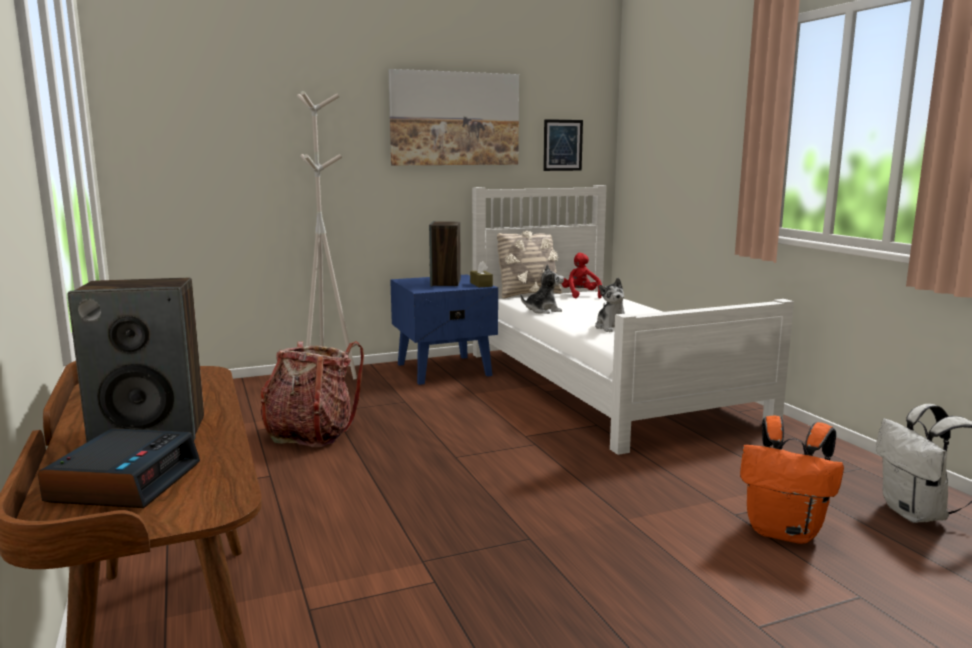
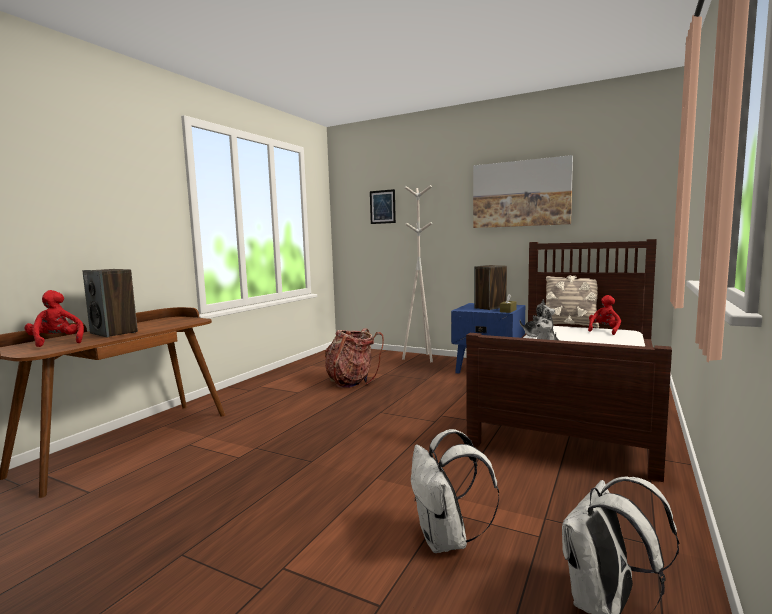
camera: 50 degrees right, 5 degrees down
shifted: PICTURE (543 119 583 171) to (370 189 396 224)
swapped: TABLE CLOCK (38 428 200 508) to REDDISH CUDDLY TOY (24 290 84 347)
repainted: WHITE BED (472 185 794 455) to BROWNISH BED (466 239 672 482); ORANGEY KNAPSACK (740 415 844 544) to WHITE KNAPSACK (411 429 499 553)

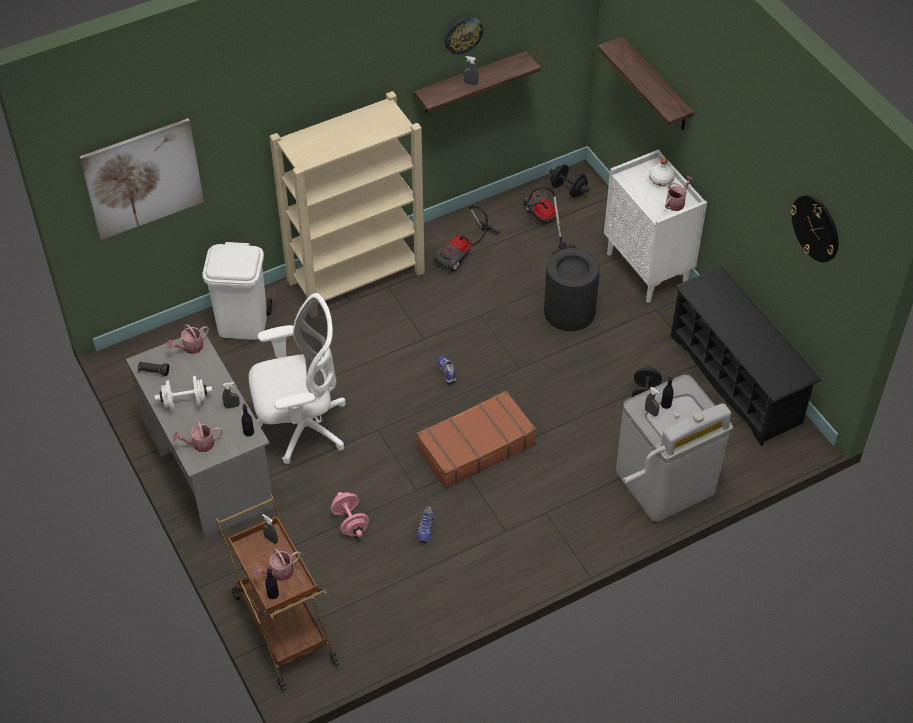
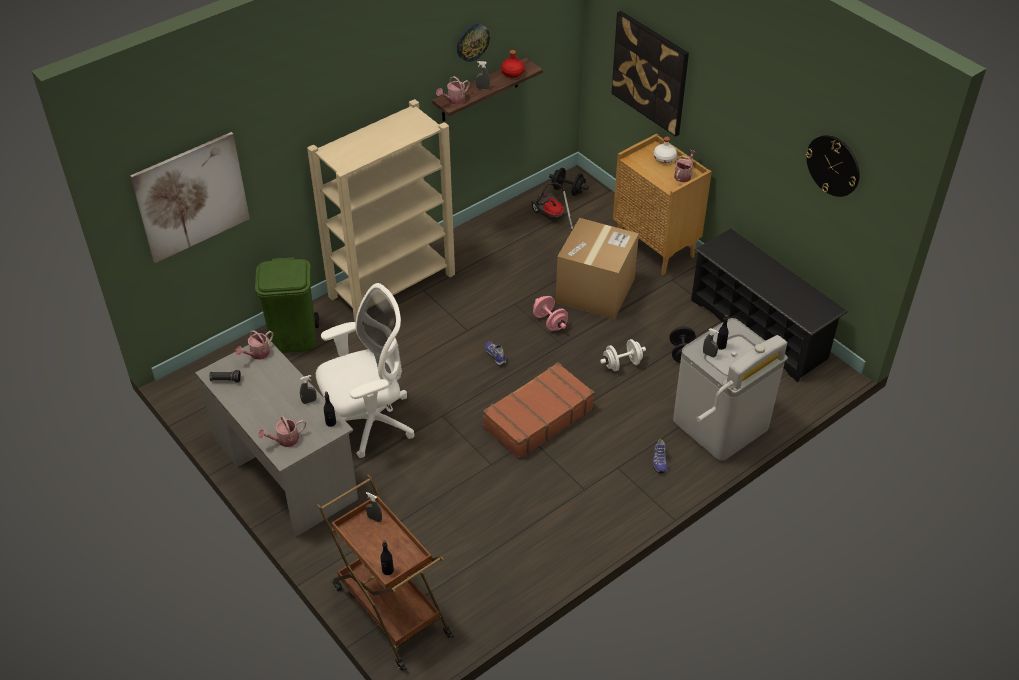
camera: 10 degrees left, 5 degrees down
gone: HOOVER (433 205 500 272)
new: REDDISH BEVERAGE BOTTLE (501 50 525 78)
shifted: WHITE FREE WEIGHT (155 376 212 411) to (600 339 646 371); WATERING CAN (252 549 301 581) to (436 76 470 105); PINK FREE WEIGHT (330 492 369 537) to (533 296 568 331); SHOE (417 506 435 543) to (653 439 667 474)
swapped: BLACK-COLOURED TRASH CAN (544 248 600 331) to CARDBOARD BOX (556 218 639 319); WALL SHELF (597 36 695 130) to PICTURE (611 11 689 137)
repainted: WHITE TRASH CAN (203 242 272 340) to GREENISH TRASH CAN (255 257 319 353); WHITE CUPBOARD (604 149 707 303) to BROWNISH CUPBOARD (613 133 712 275)

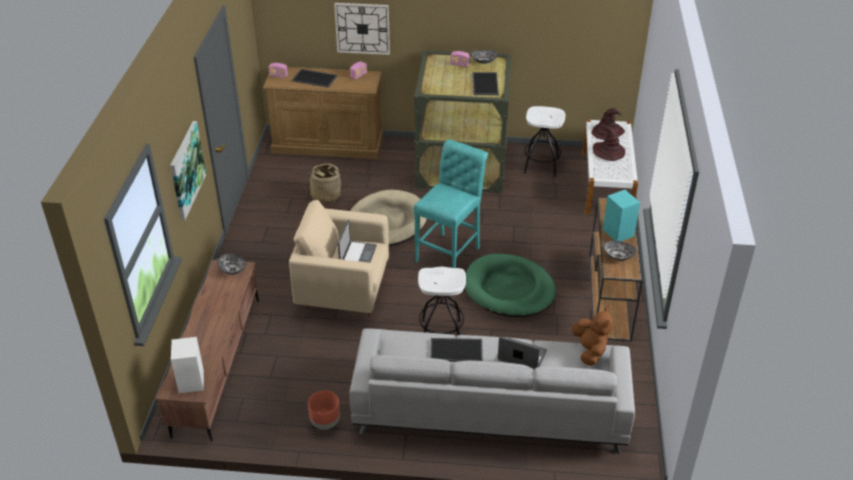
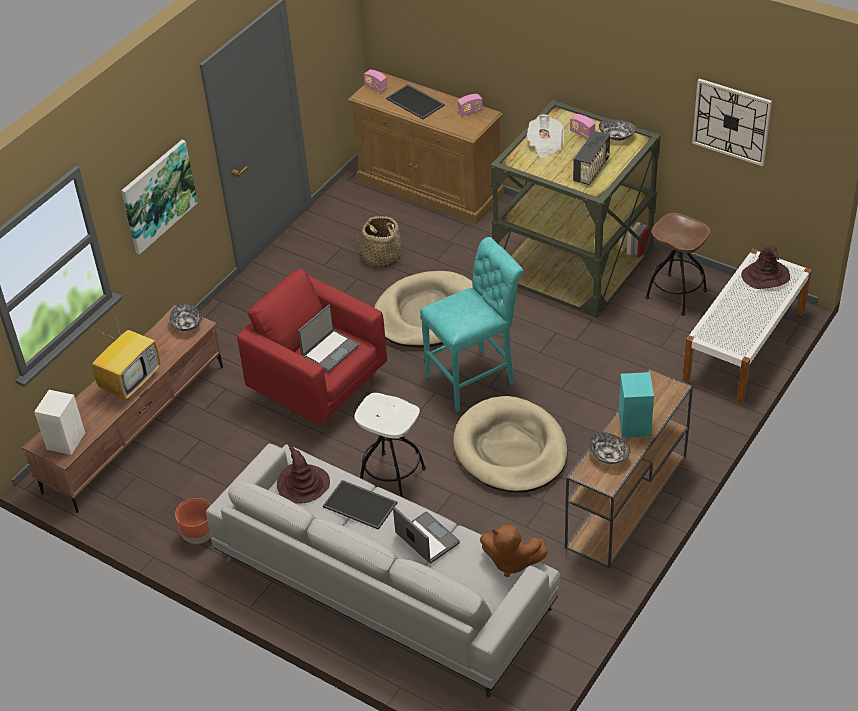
camera: 30 degrees right, 5 degrees up
new: TV (92 312 161 400); NEWSPAPER (526 114 564 158)
shifted: WALL CLOCK (334 3 390 55) to (692 79 772 166); BROWNISH HAT (593 126 625 161) to (277 444 330 503)
swapped: TRAY (472 72 499 95) to RADIO (573 131 610 185)
repainted: SAND-COLOURED LOUNGE CHAIR (289 200 389 316) to REDDISH LOUNGE CHAIR (237 269 387 427); GREENISH DOG CUSHION (465 254 556 317) to SAND-COLOURED DOG CUSHION (453 396 568 493); WHITE STOOL (524 106 565 177) to BROWNISH STOOL (645 213 711 316)
rotated: BROWNISH CUDDLY TOY (572 308 613 366) = (480 525 548 577) 90 degrees clockwise

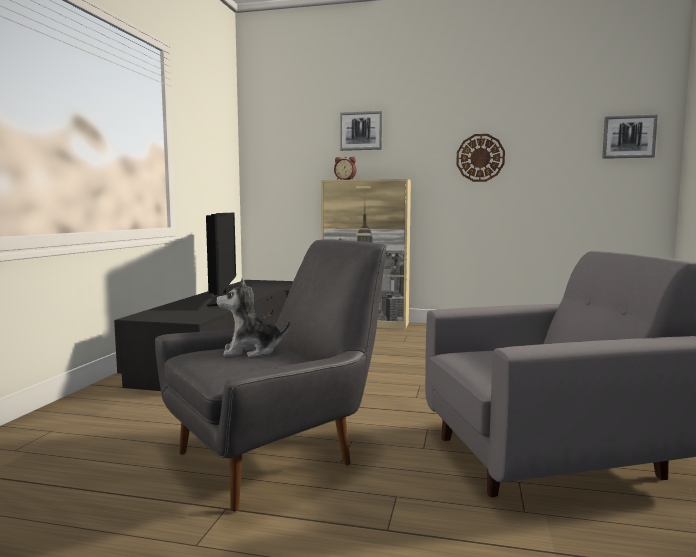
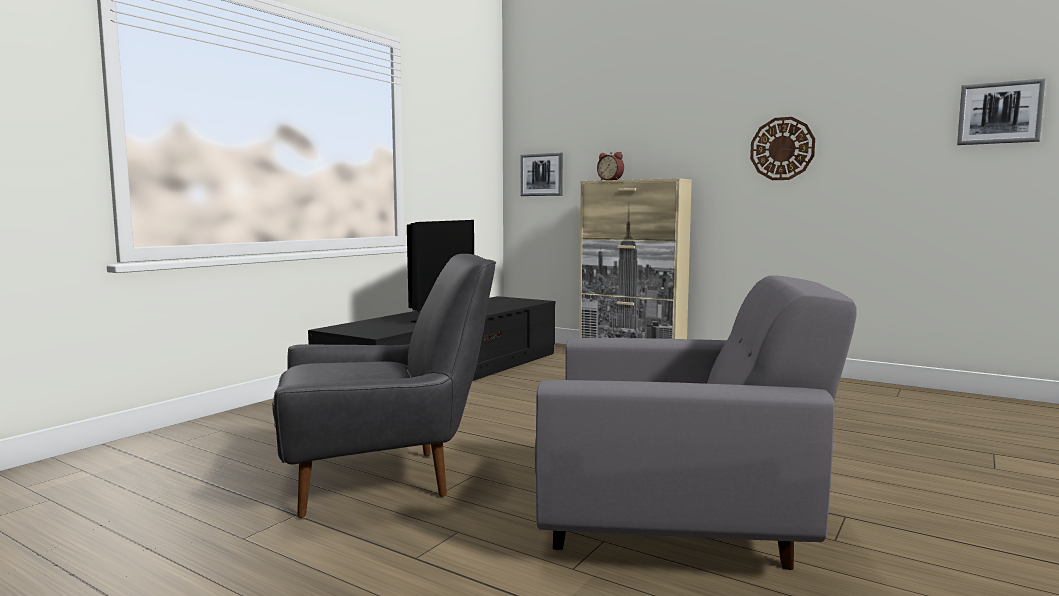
camera: 20 degrees right, 0 degrees up
gone: CUDDLY TOY (216 278 290 357)
shifted: PICTURE (340 111 382 151) to (520 153 563 196)

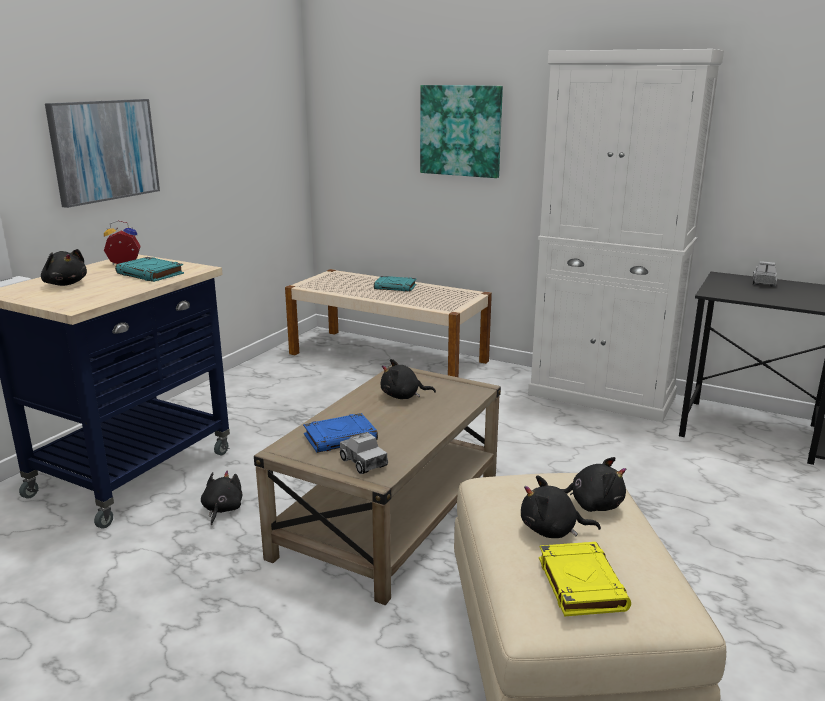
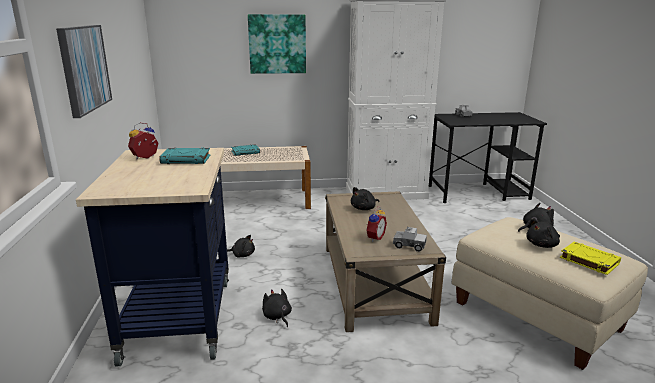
camera: 35 degrees left, 0 degrees up
shifted: BLACK-COLOURED CUDDLY TOY (41 249 87 286) to (227 235 255 258)
swapped: BLUE BOOK (303 413 378 453) to TABLE CLOCK (366 207 387 242)

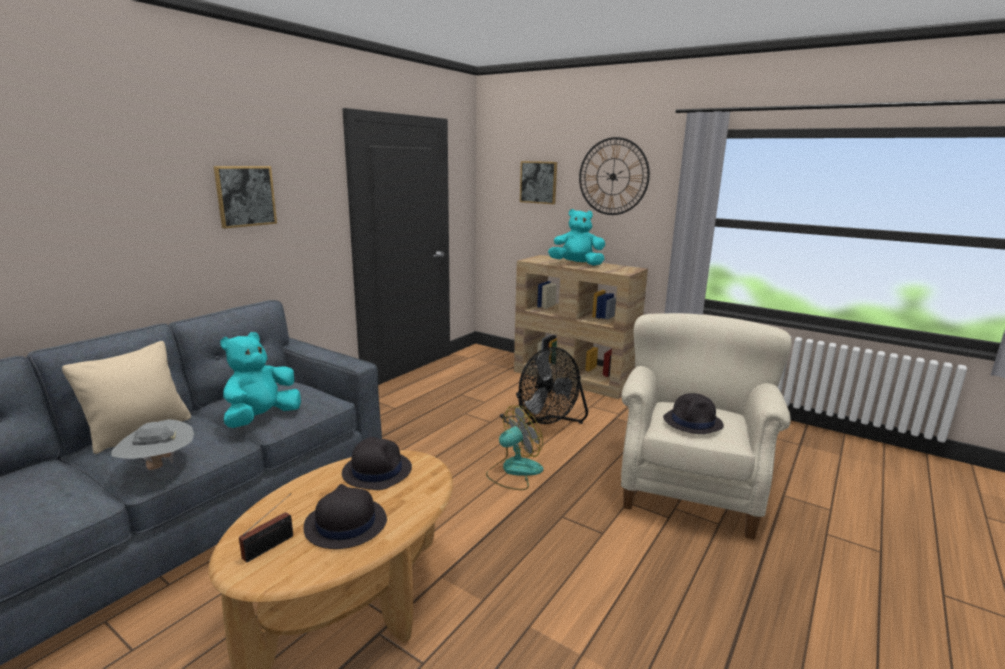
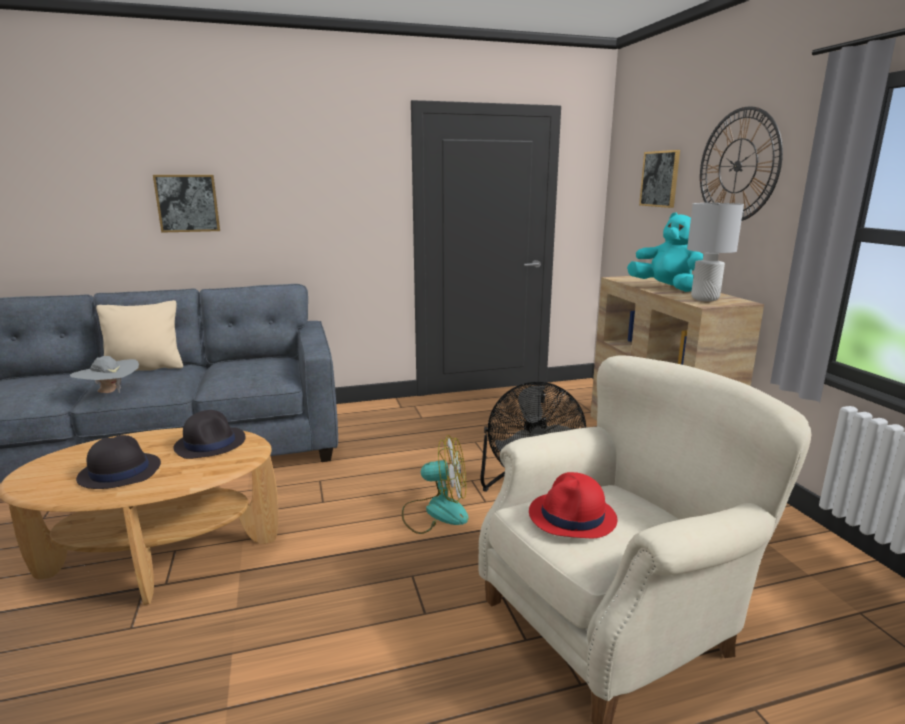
camera: 40 degrees right, 0 degrees up
gone: TURQUOISE-COLOURED CUDDLY TOY (220 332 301 428); RADIO (239 493 293 563)
new: GRAY LAMP FOR A TABLE (687 202 744 302)
shifted: PICTURE (214 166 277 229) to (153 175 220 233)
repainted: BLACK-COLOURED HAT (663 393 724 434) to REDDISH HAT (529 472 617 538)

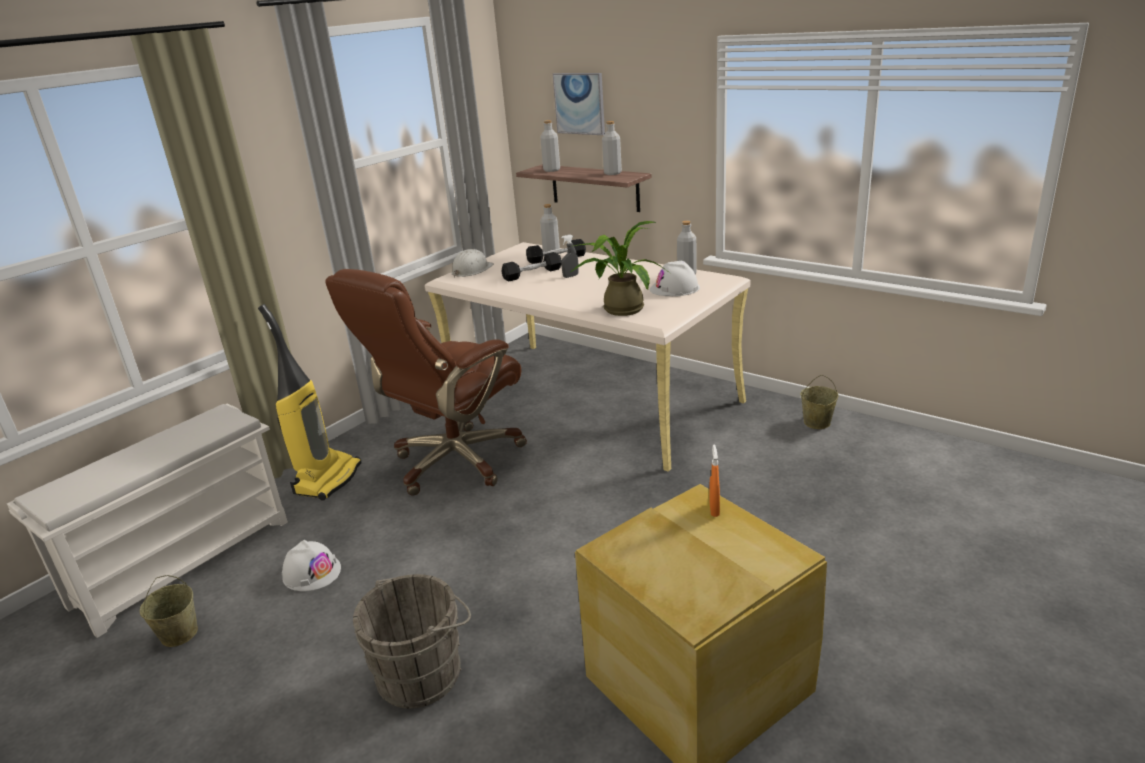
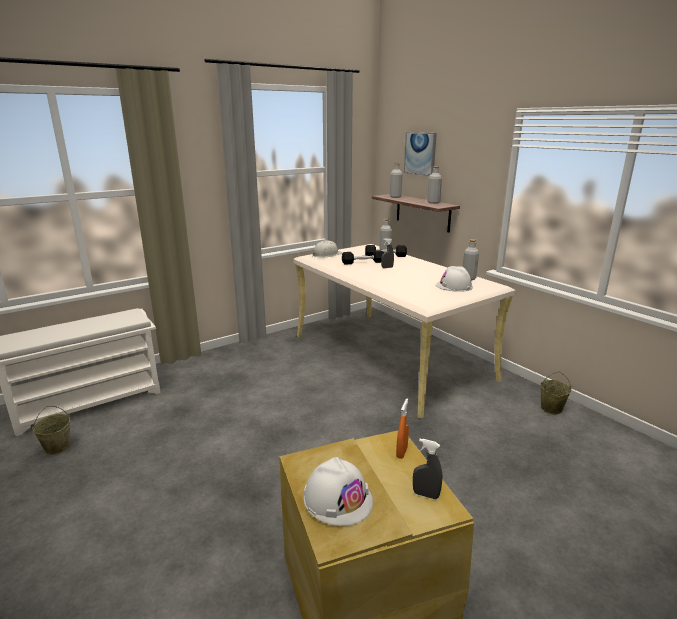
camera: 15 degrees right, 5 degrees down
gone: HOOVER (258 304 362 501); BROWNISH OFFICE CHAIR (325 269 527 495); GRAY PAIL (353 574 471 709); HOUSEPLANT (570 221 670 316)
new: GRAY HAND SPRAYER (413 439 442 499)
shifted: WHITE SAFETY HELMET (282 540 341 591) to (304 457 373 526)

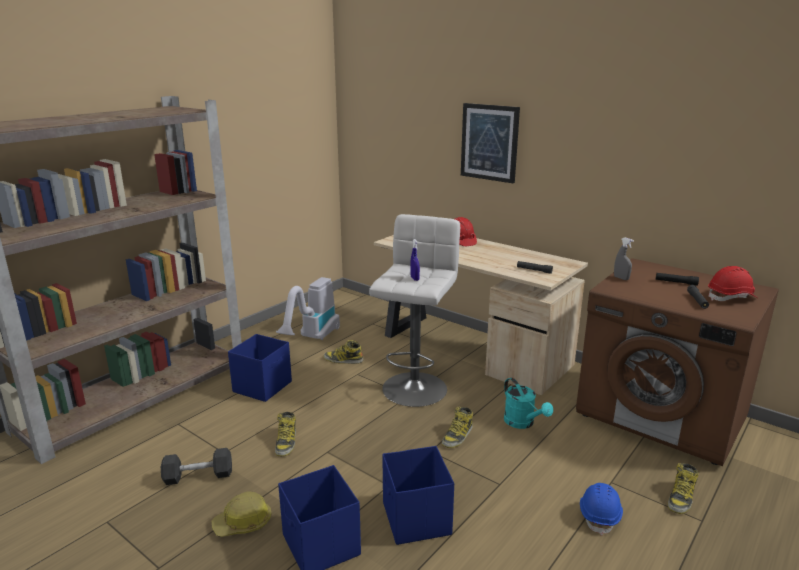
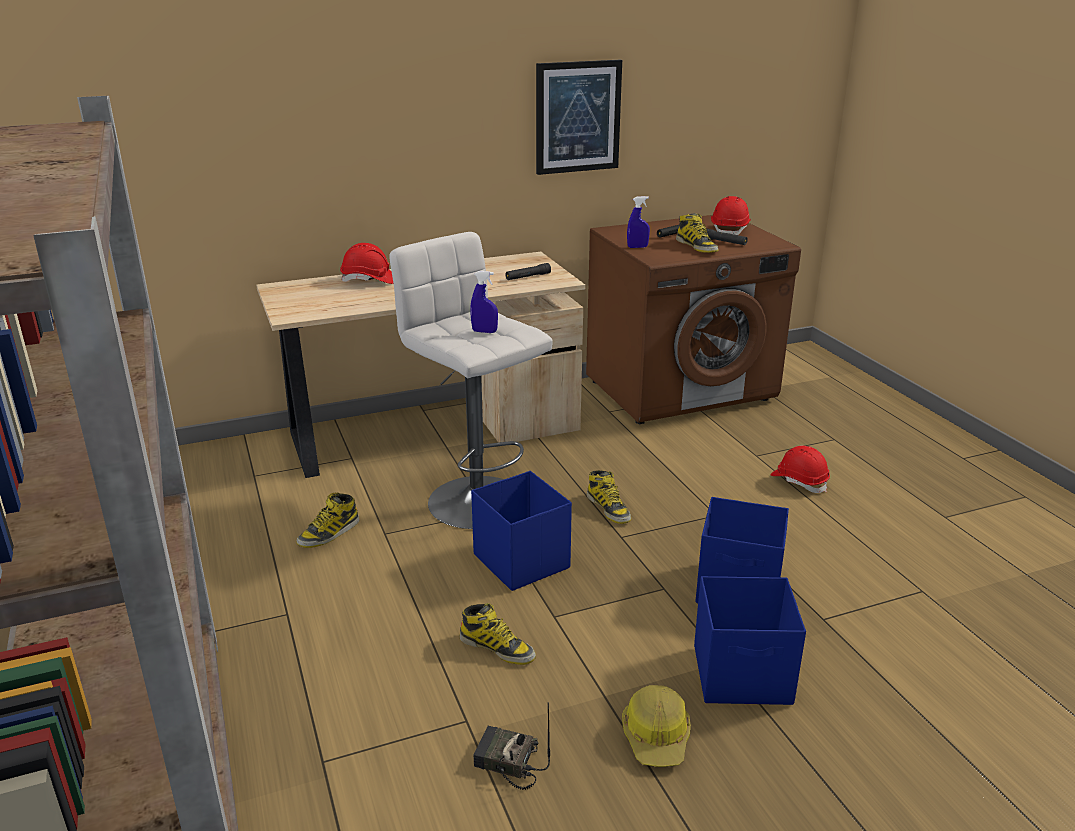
camera: 60 degrees left, 5 degrees up
gone: HOOVER (276 277 340 340); TURQUOISE-COLOURED WATERING CAN (504 378 553 429)
shifted: BLUE STORAGE BOX (228 334 292 402) to (471 471 572 591); PICTURE (461 103 520 183) to (536 60 622 175); TALL BOOT (668 463 699 514) to (676 213 718 253)
swapped: GRAY FREE WEIGHT (161 448 232 485) to RADIO (473 702 550 790)
repainted: BLUE SAFETY HELMET (580 483 623 536) to REDDISH SAFETY HELMET (771 446 830 493); GRAY HAND SPRAYER (614 237 634 280) to BLUE HAND SPRAYER (627 196 650 248)

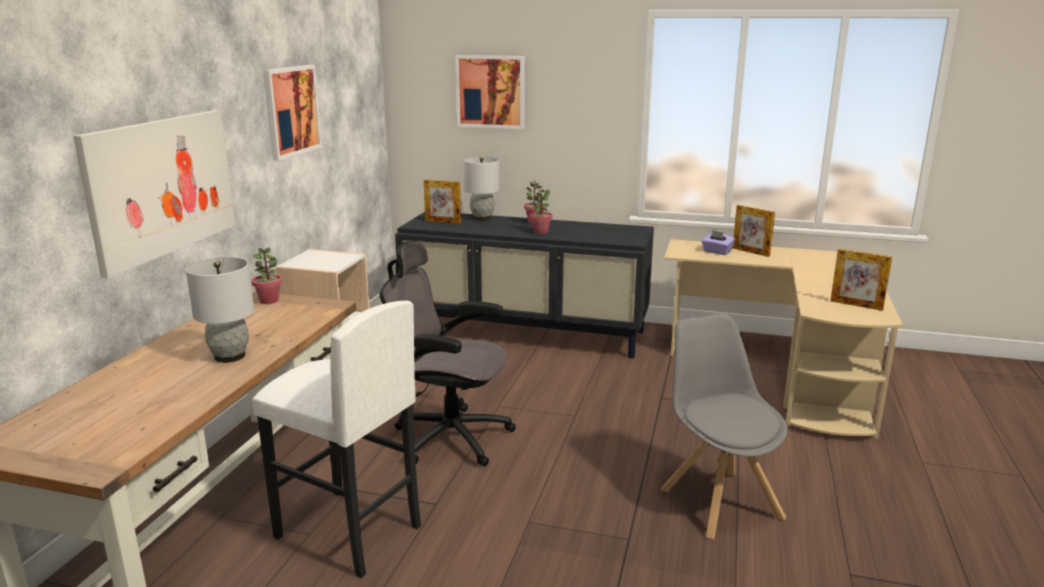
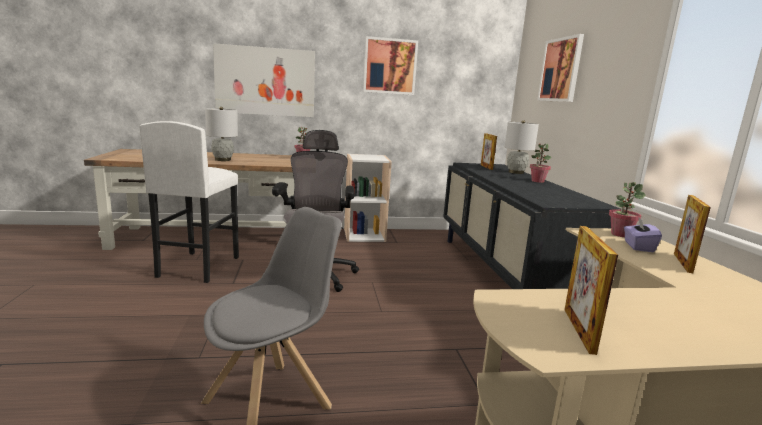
camera: 65 degrees right, 5 degrees down
shifted: HOUSEPLANT (530 189 553 234) to (609 182 645 237)

